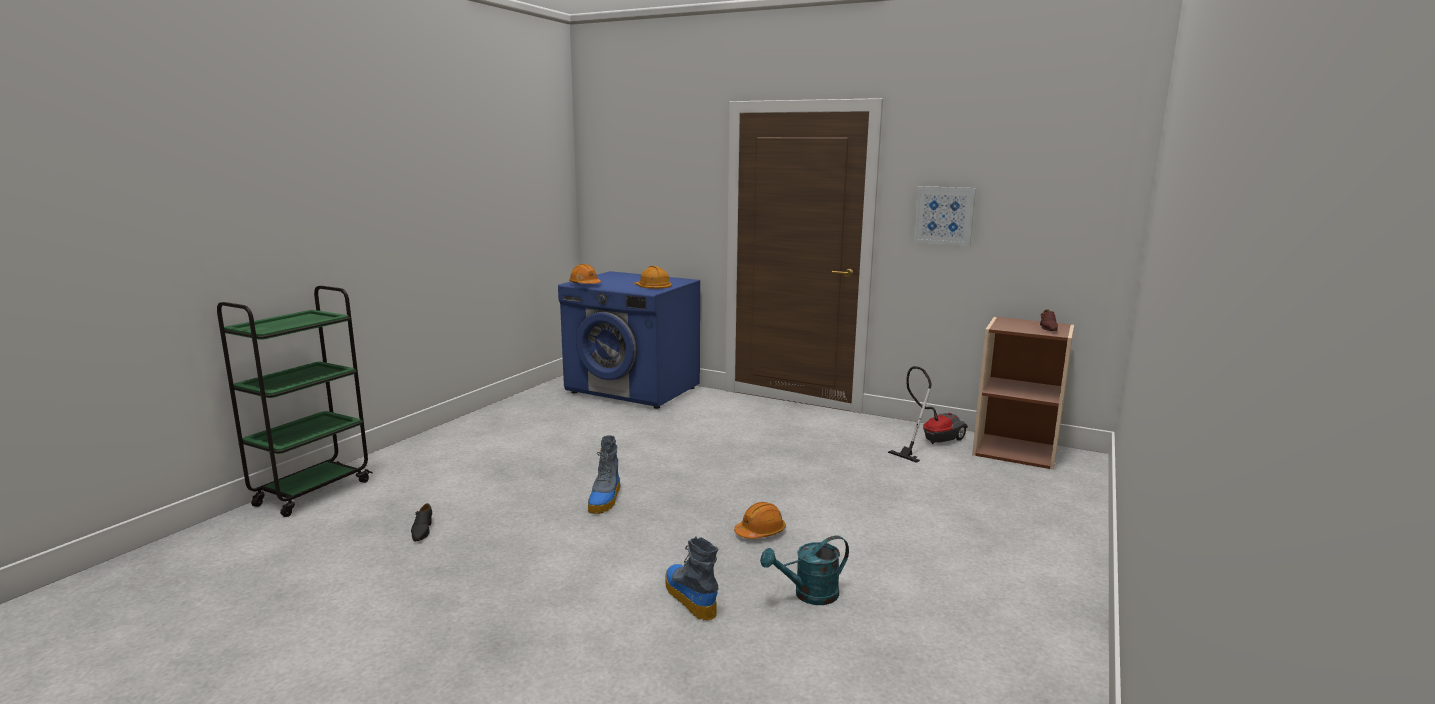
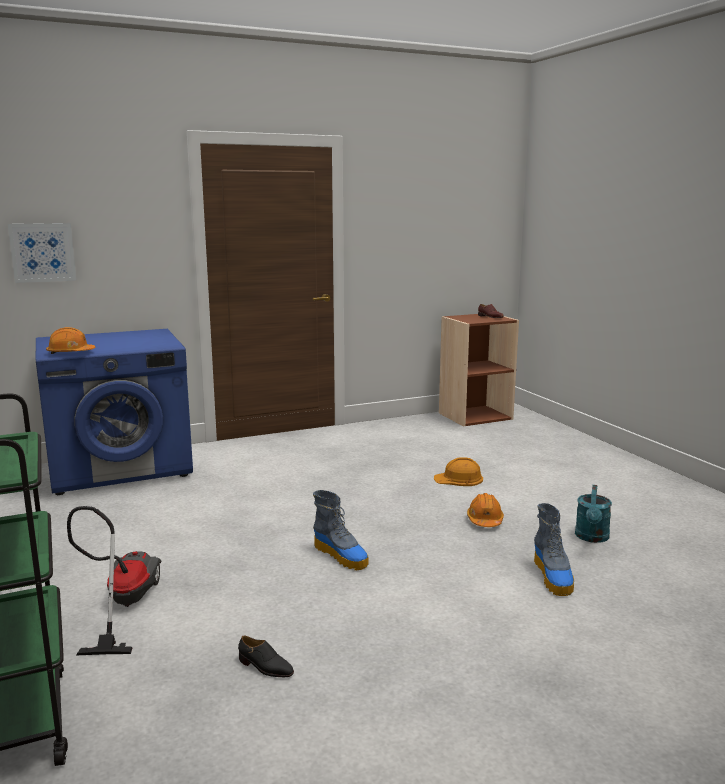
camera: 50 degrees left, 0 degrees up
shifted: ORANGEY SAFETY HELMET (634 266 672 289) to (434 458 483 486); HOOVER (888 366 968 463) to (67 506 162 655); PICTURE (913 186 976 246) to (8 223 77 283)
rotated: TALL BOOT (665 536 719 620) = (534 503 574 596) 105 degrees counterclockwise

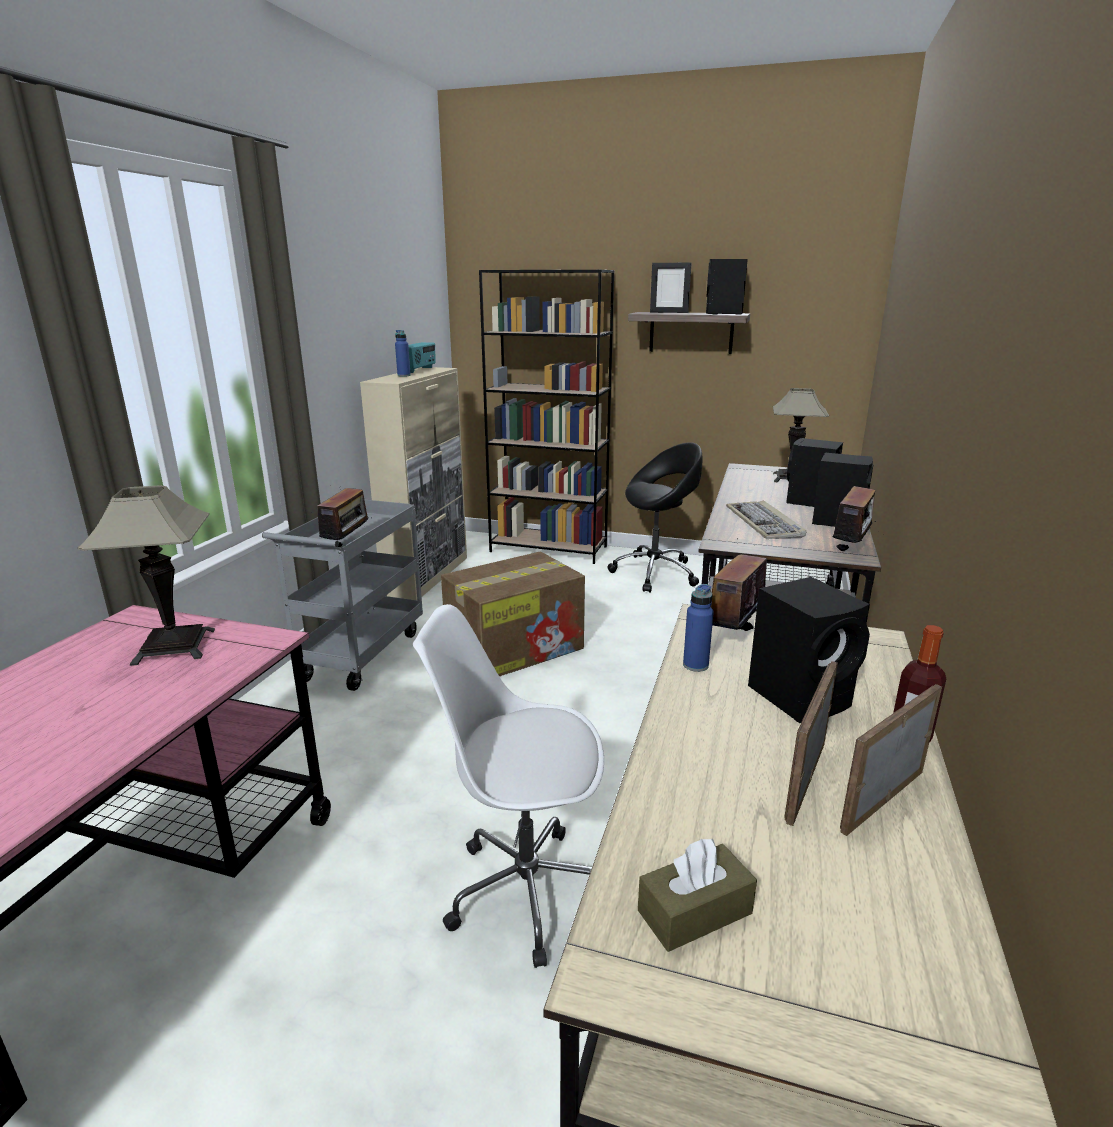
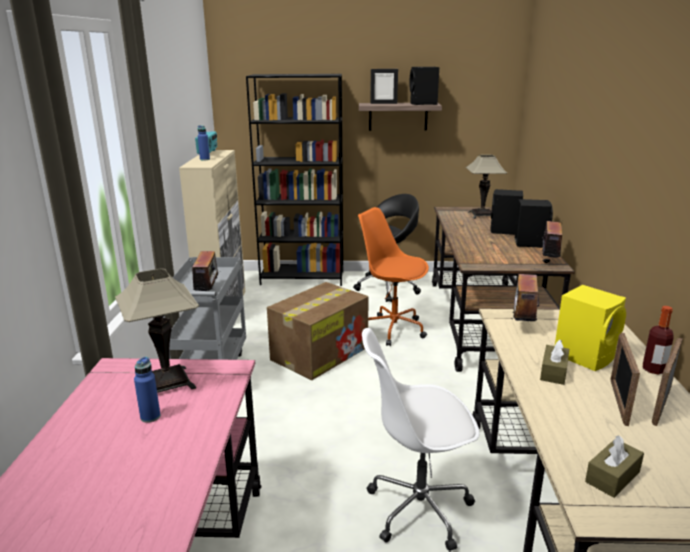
camera: 15 degrees left, 0 degrees up
gone: COMPUTER KEYBOARD (726 501 806 539)
new: ORANGEY OFFICE CHAIR (358 207 429 346); BROWNISH TISSUE HOLDER (540 339 569 385)
shifted: BLUE BEVERAGE BOTTLE (683 584 714 672) to (134 357 160 423)
repainted: SAND-COLOURED SHELVING UNIT (479 270 614 564) to BLACK-COLOURED SHELVING UNIT (246 74 343 286); BLACK-COLOURED LOUDSPEAKER (748 577 870 723) to YELLOW LOUDSPEAKER (555 285 626 371)

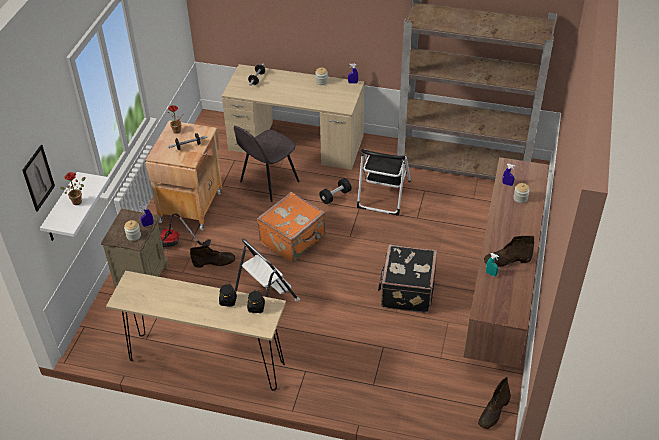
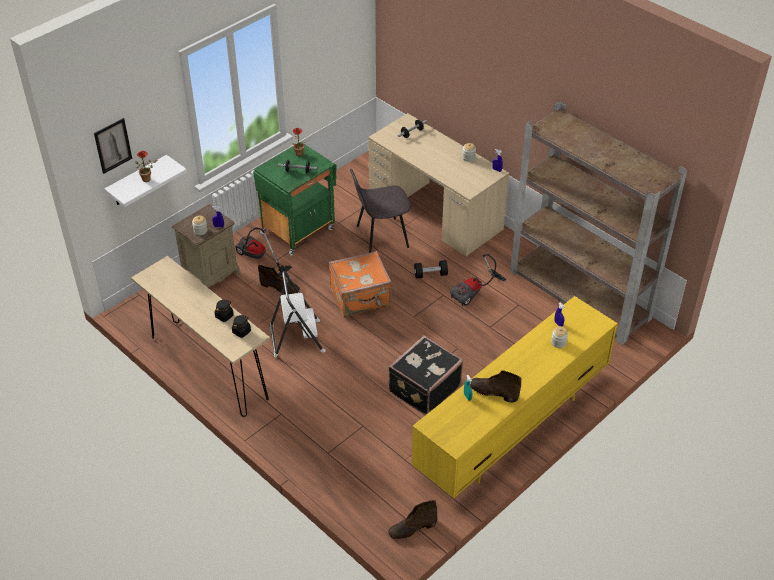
camera: 30 degrees right, 0 degrees up
swapped: STEP LADDER (357 149 411 216) to HOOVER (450 254 506 306)
repainted: BROWNISH TROLLEY (145 120 222 230) to GREENISH TROLLEY (253 142 336 256); BROWNISH CUPBOARD (464 157 549 368) to YELLOW CUPBOARD (412 296 618 498)

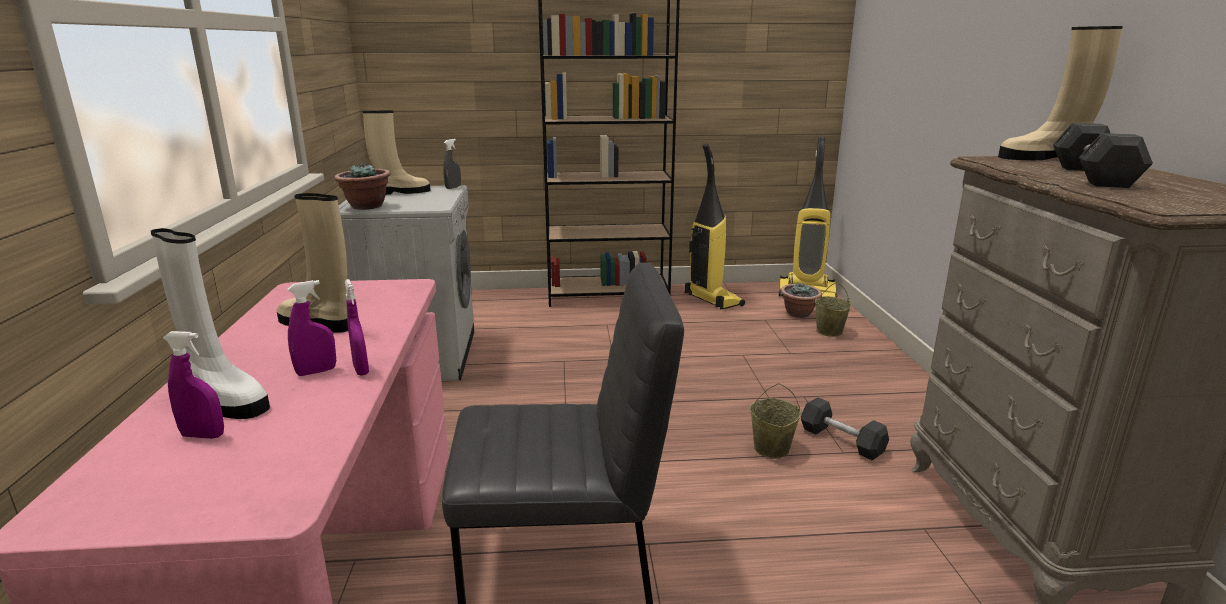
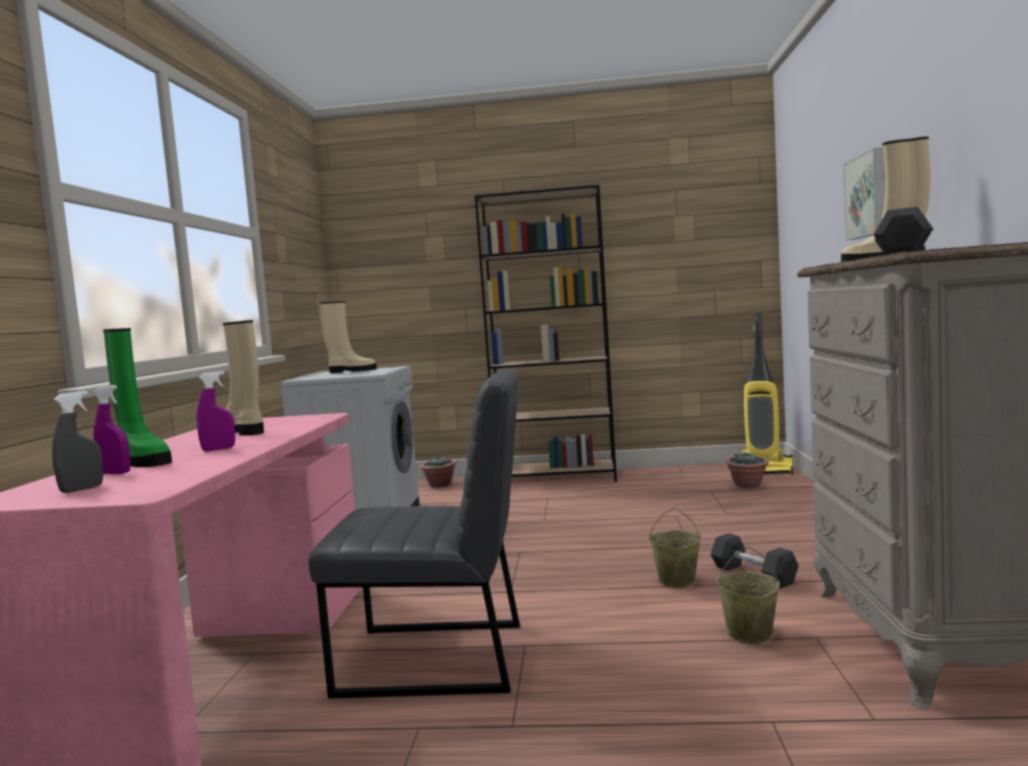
camera: 10 degrees right, 15 degrees down
gone: PURPLE-COLOURED HAND SPRAYER (345 279 369 376); HOOVER (685 143 745 309)
new: PICTURE (843 147 885 240)
shifted: HOUSEPLANT (334 162 391 210) to (420 456 456 488); GRAY HAND SPRAYER (443 139 461 189) to (52 391 103 493); SAND-COLOURED PAIL (815 283 851 337) to (716 547 780 644)
repainted: WHITE TALL BOOT (151 228 270 419) to GREENISH TALL BOOT (103 328 172 467)

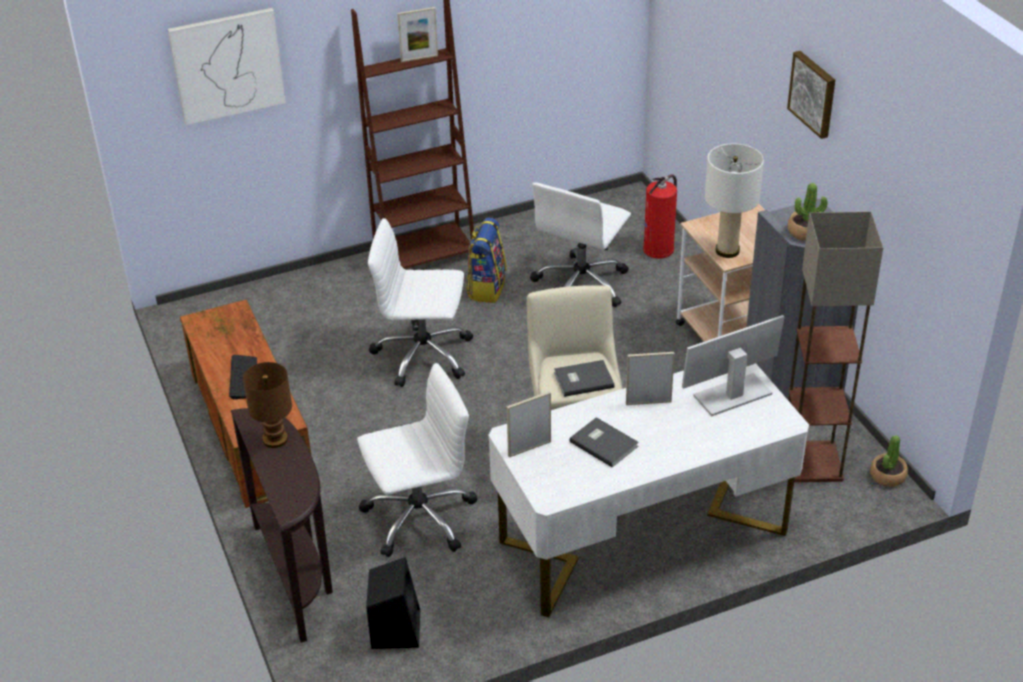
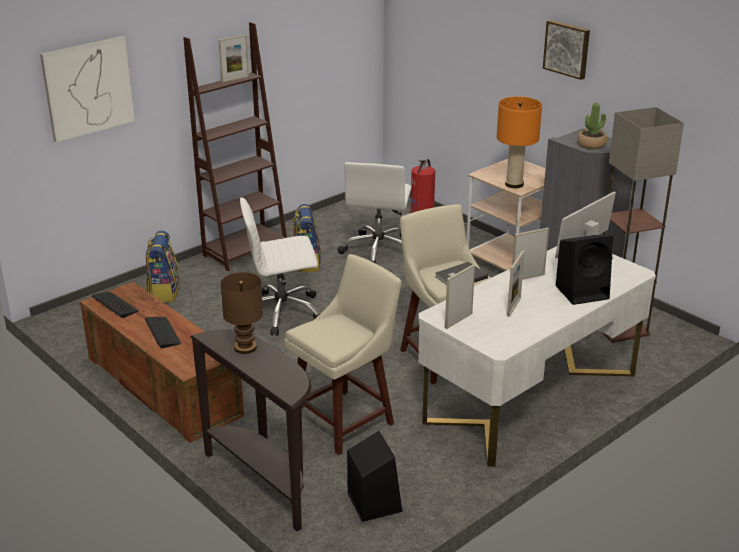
camera: 20 degrees left, 10 degrees down
gone: HOUSEPLANT (870 435 908 487)
new: COMPUTER KEYBOARD (92 292 139 318); KNAPSACK (146 231 179 303); BLACK-COLOURED LOUDSPEAKER (556 235 613 305)
swapped: WHITE OFFICE CHAIR (357 363 478 557) to SAND-COLOURED STOOL (284 254 402 455); GRAY BOOK (569 417 639 467) to PICTURE FRAME (507 250 525 317)
repainted: WHITE LAMP FOR A TABLE (705 144 764 258) to ORANGEY LAMP FOR A TABLE (496 96 542 188)

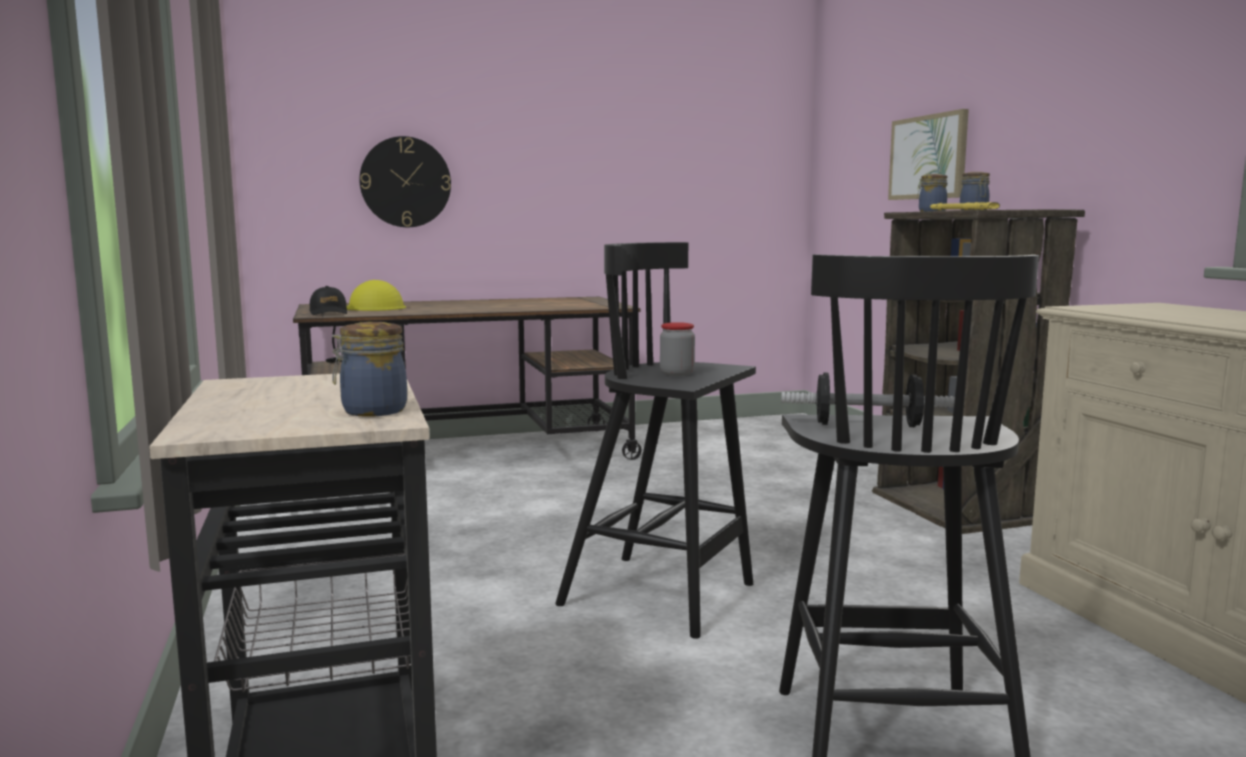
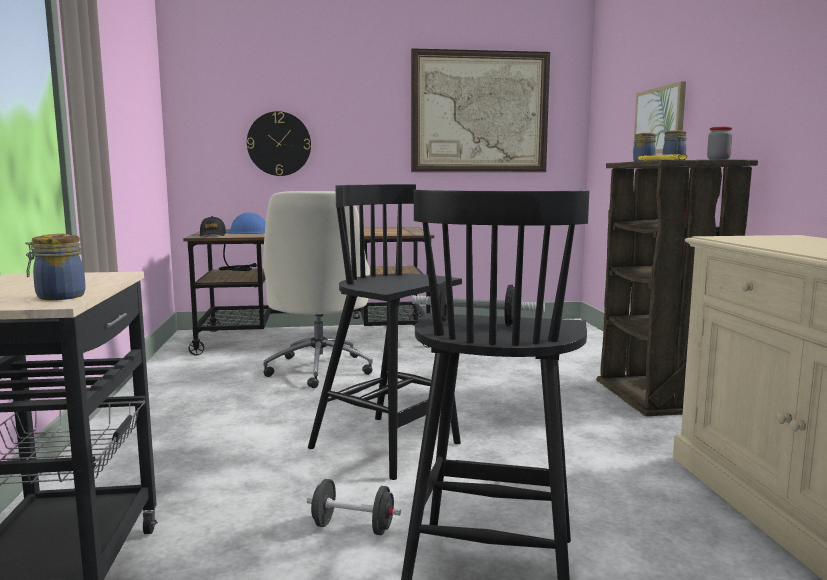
camera: 10 degrees right, 0 degrees up
new: SAND-COLOURED OFFICE CHAIR (263 191 373 388); BLACK-COLOURED FREE WEIGHT (307 479 401 535); PICTURE (411 48 550 172)
shifted: PRESERVE JAR (660 322 695 376) to (707 127 733 160)
repainted: YELLOW SAFETY HELMET (347 280 406 311) to BLUE SAFETY HELMET (226 213 266 234)

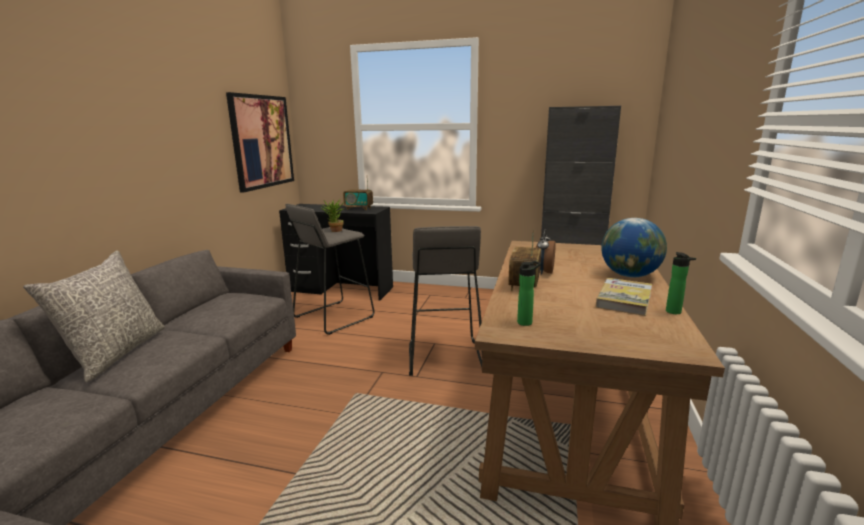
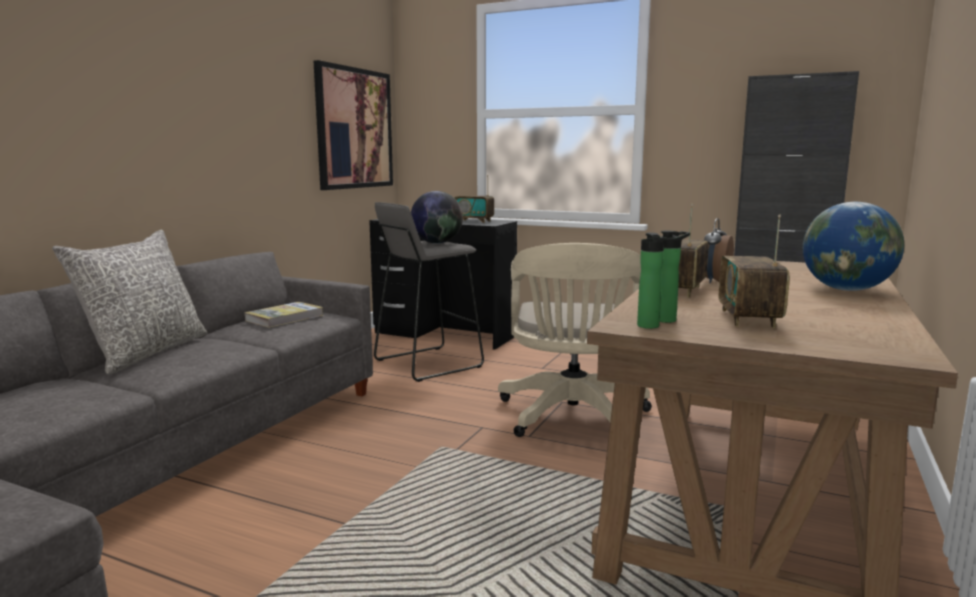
camera: 10 degrees right, 5 degrees down
new: RADIO (719 215 790 328)
shifted: BOOK (596 278 652 316) to (245 302 324 328); BEVERAGE BOTTLE (666 252 696 314) to (637 232 667 329)
swapped: HOUSEPLANT (320 200 344 232) to GLOBE (411 191 463 244); GRAY STOOL (409 226 482 376) to SAND-COLOURED OFFICE CHAIR (498 243 652 437)

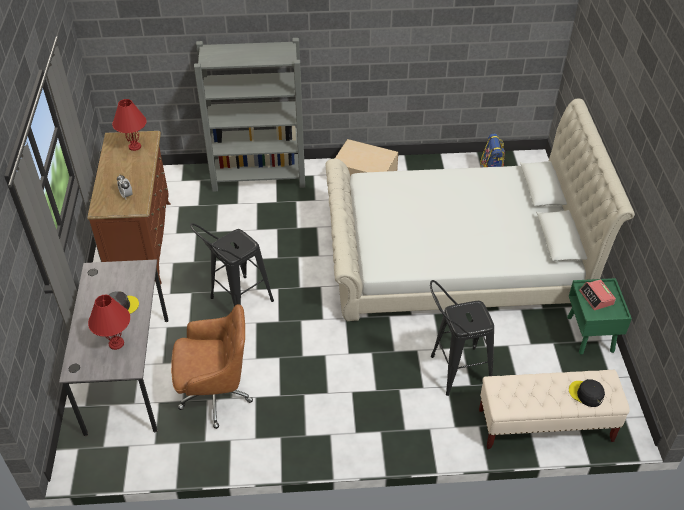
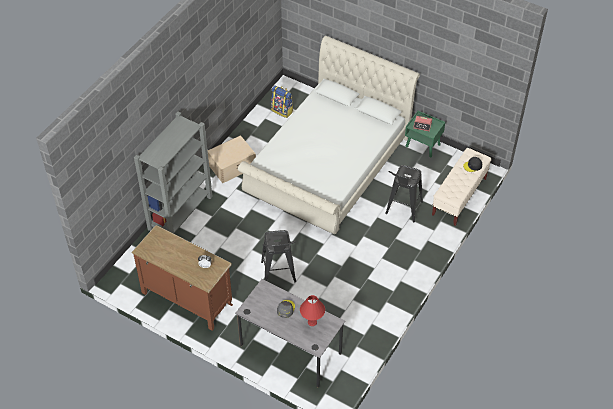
camera: 55 degrees left, 5 degrees up
gone: REDDISH LAMP FOR A TABLE (112 99 147 151); BROWNISH OFFICE CHAIR (171 304 253 429)

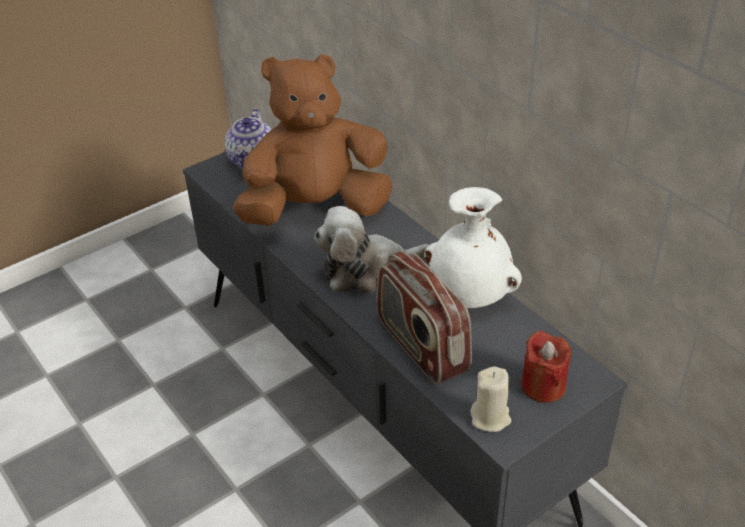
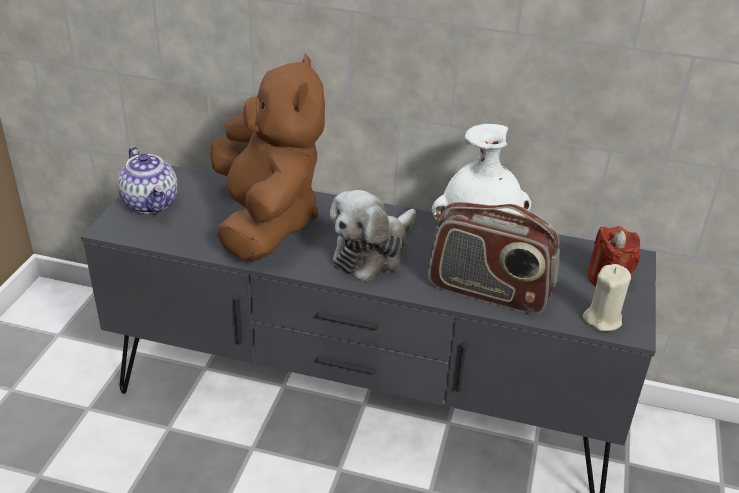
camera: 40 degrees left, 5 degrees down
rotated: BROWNISH CUDDLY TOY (233 54 393 226) = (210 53 325 262) 135 degrees clockwise

